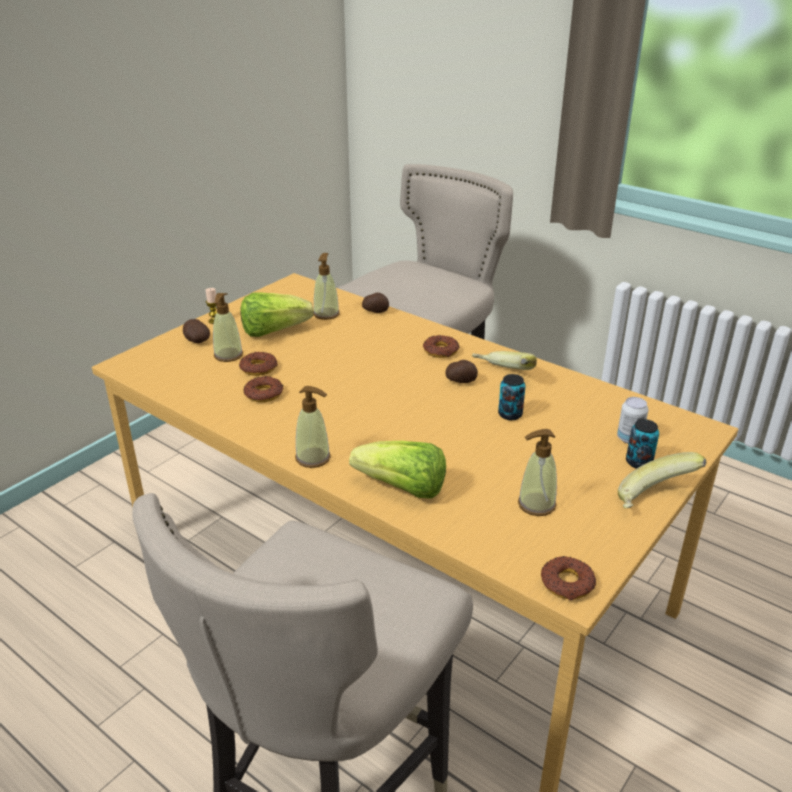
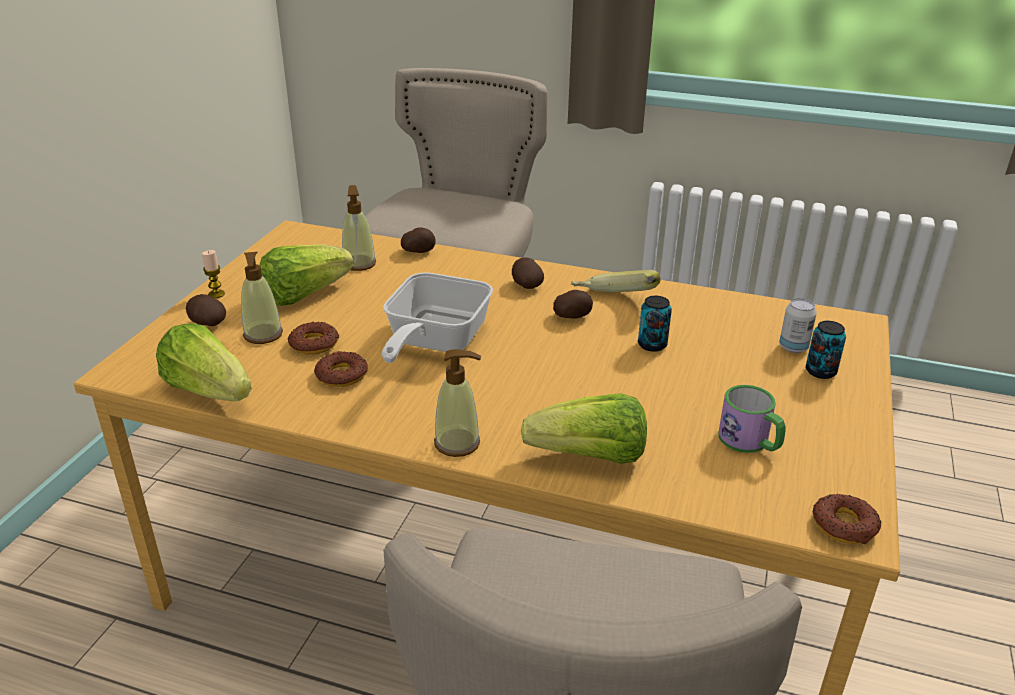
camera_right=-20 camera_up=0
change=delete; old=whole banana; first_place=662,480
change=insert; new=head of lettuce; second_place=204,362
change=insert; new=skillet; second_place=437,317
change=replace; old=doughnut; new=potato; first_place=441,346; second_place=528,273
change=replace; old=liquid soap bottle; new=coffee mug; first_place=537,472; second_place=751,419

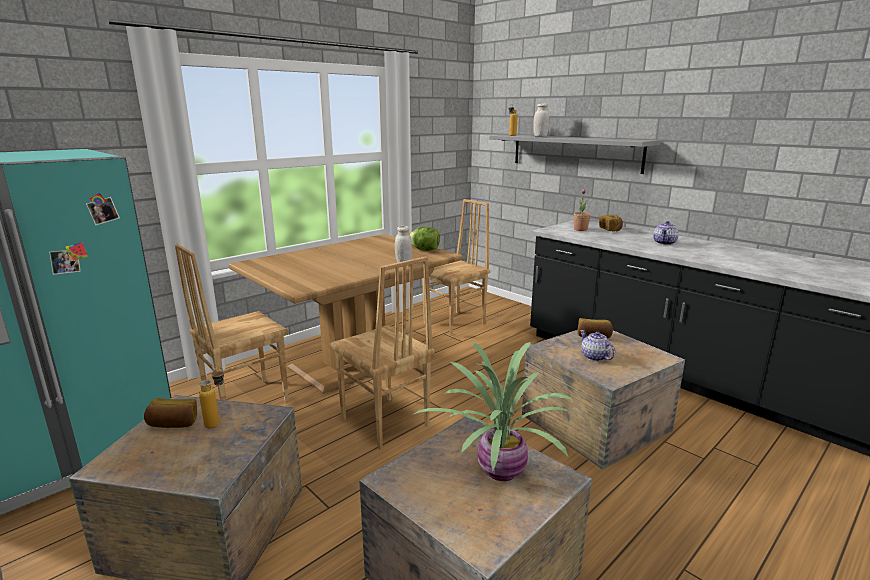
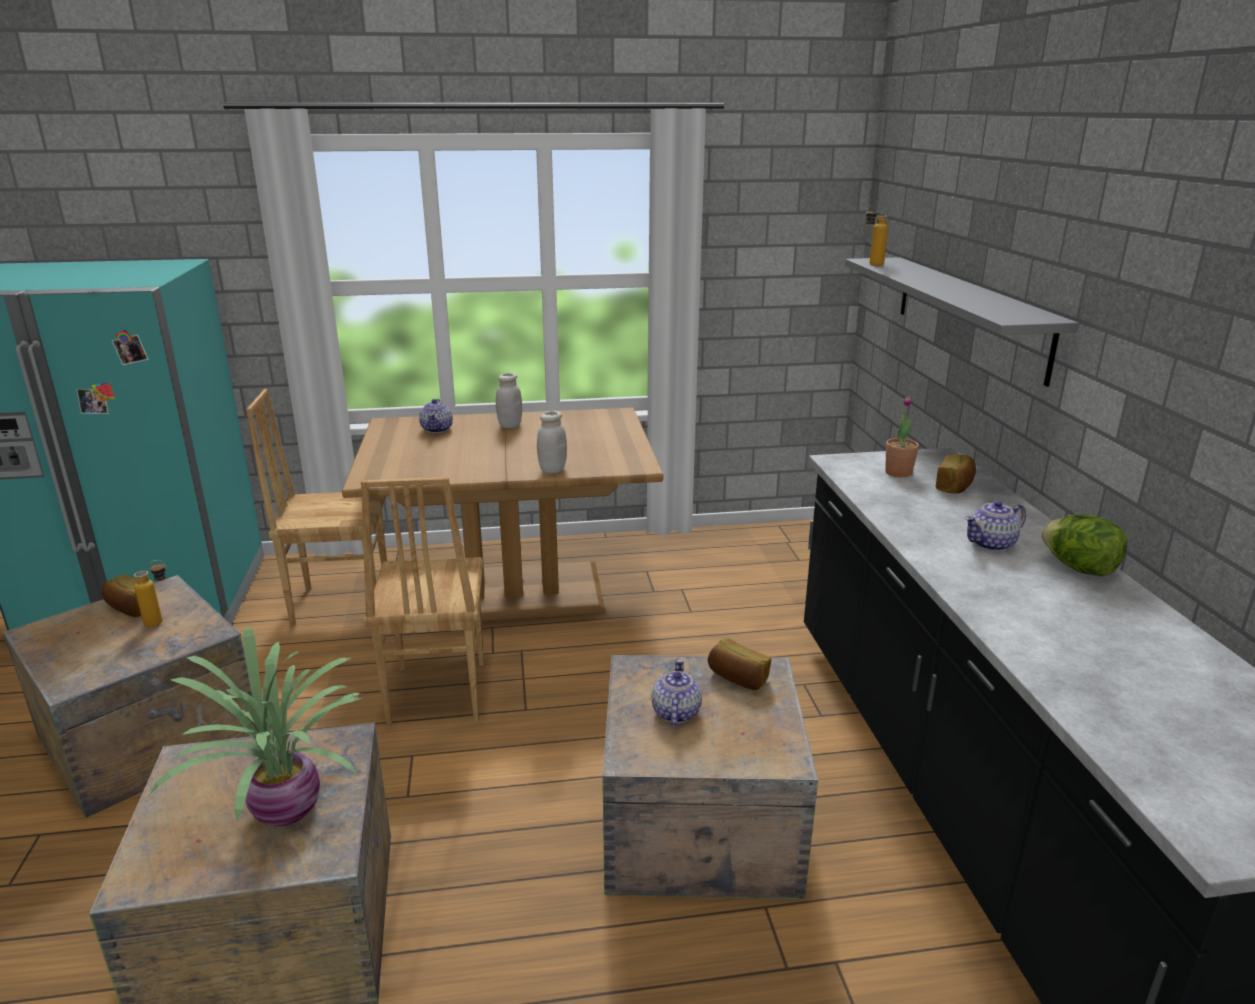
camera_right=35 camera_up=5
change=delete; old=plain chair in brown-coloured; first_place=456,267
change=insert; new=teapot; second_place=436,416
change=move; old=head of lettuce; first_place=424,239; second_place=1084,545
change=move; old=preserve jar in white-coloured; first_place=541,120; second_place=509,400

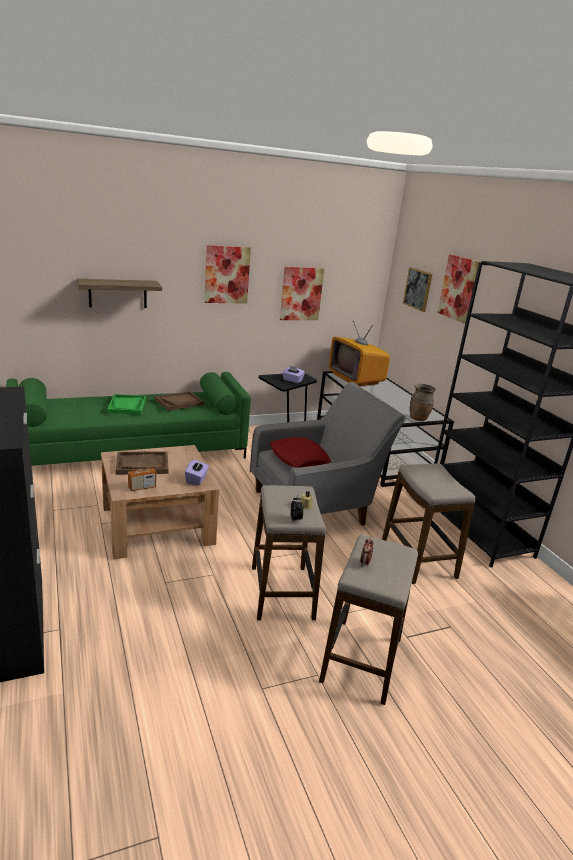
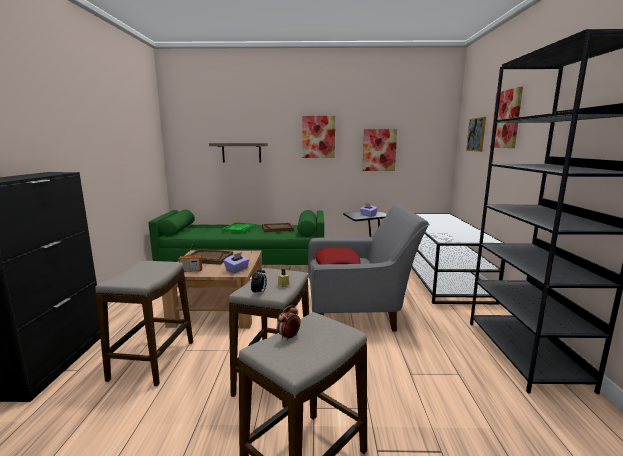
camera_right=25 camera_up=-10
change=delete; old=TV set; first_place=359,353
change=delete; old=flower vase in brown-coloured; first_place=422,402
change=move; old=sitting stool; first_place=429,524; second_place=144,323

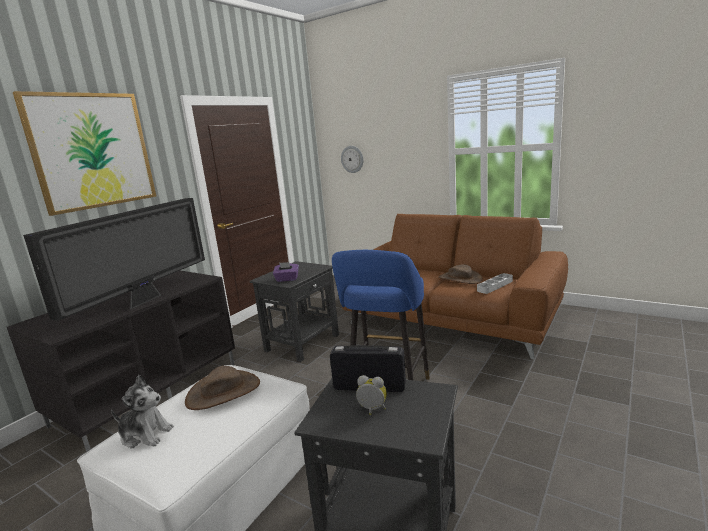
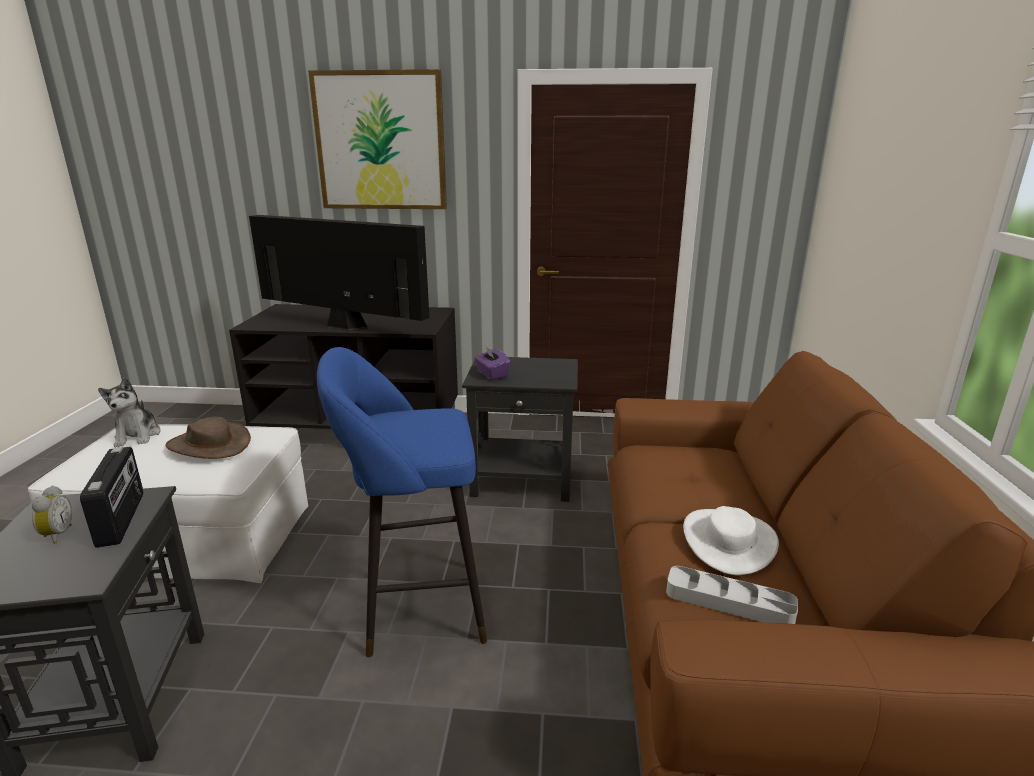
camera_right=60 camera_up=5
change=delete; old=clock on the wall; first_place=352,159
change=recolor; old=wearable hat in brown-coloured; new=wearable hat in white-coloured; first_place=460,274; second_place=731,540
change=rotate; old=TV set; first_place=114,259; second_place=339,272; degrees=-150

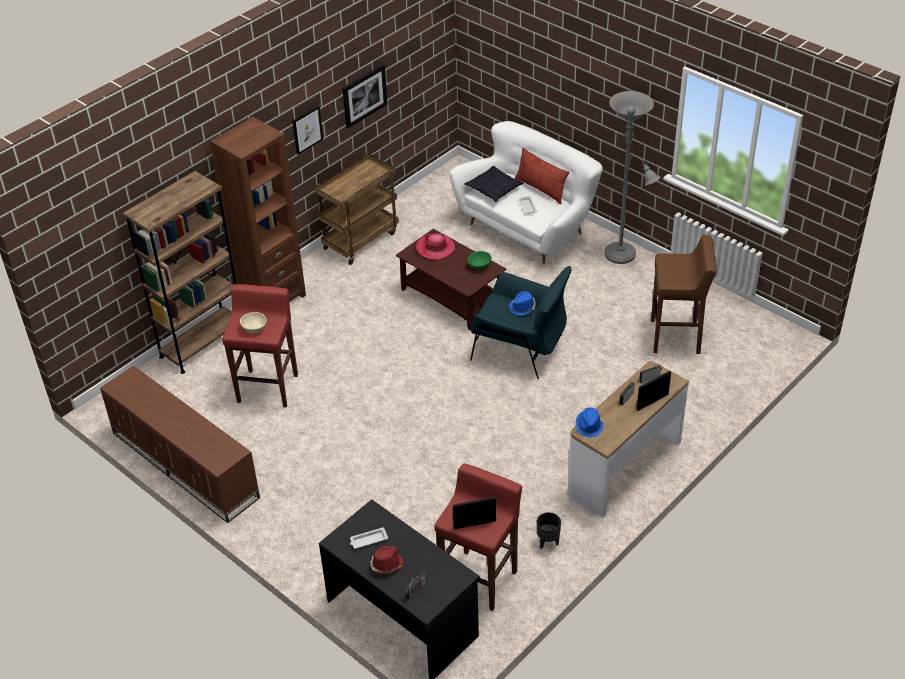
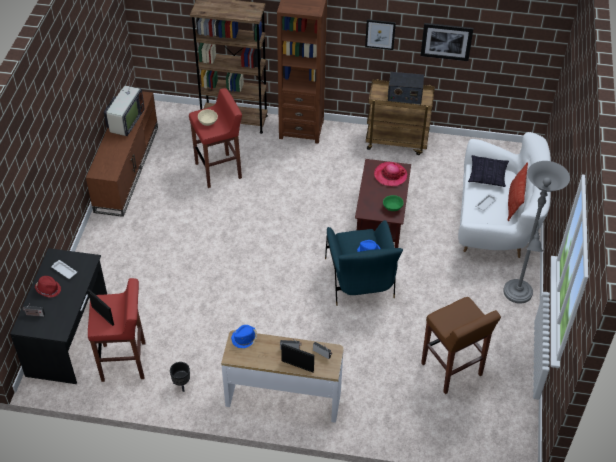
camera_right=55 camera_up=5
change=insert; new=TV set; second_place=124,104
change=insert; new=radio; second_place=406,88

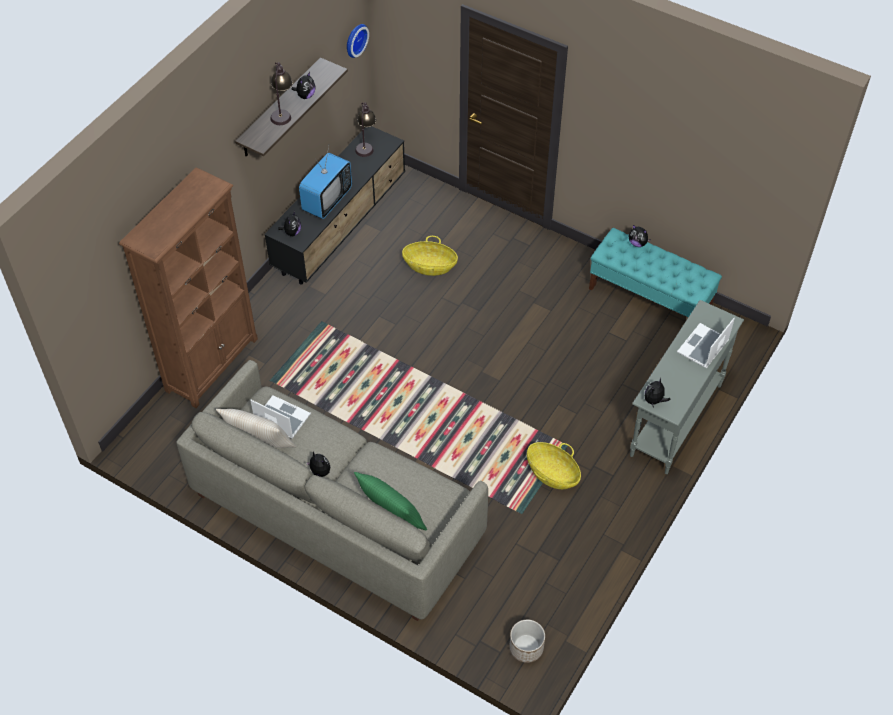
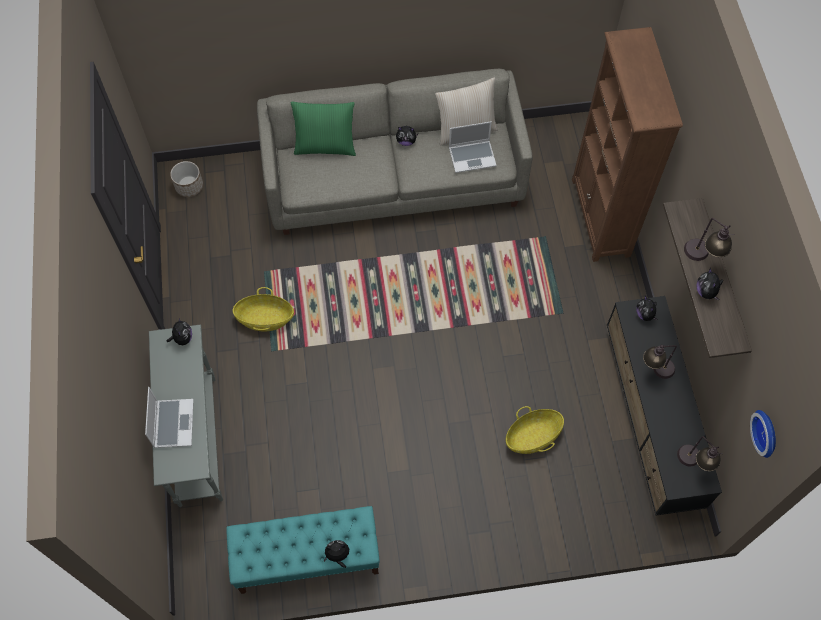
camera_right=140 camera_up=10
change=replace; old=TV set; new=table lamp; first_place=325,181; second_place=660,362

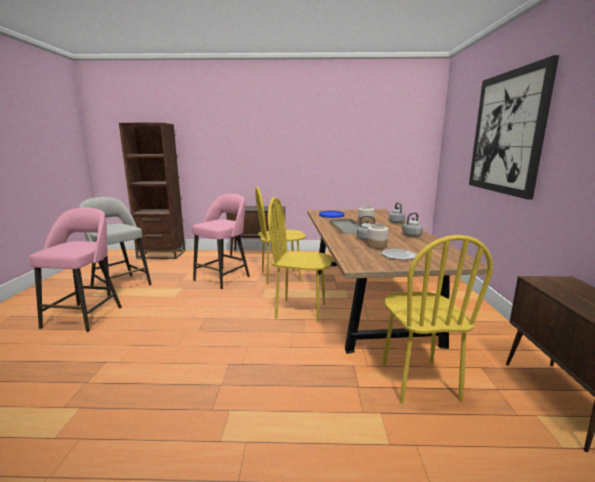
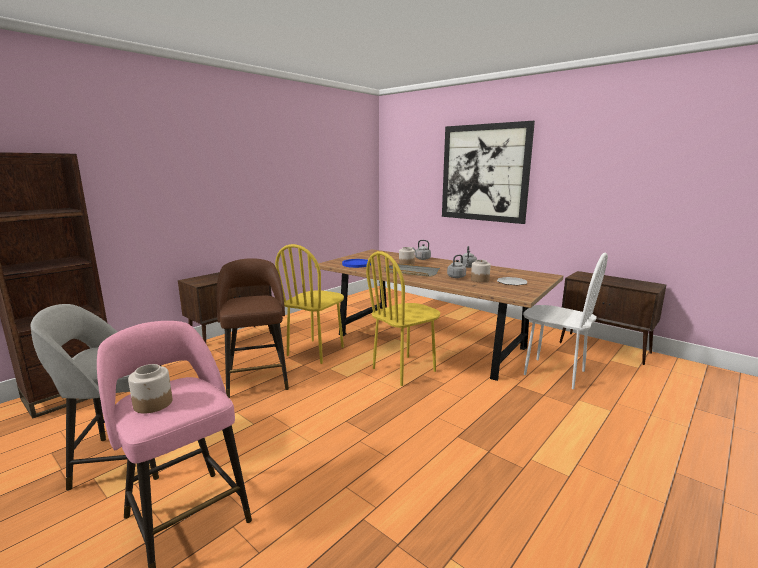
camera_right=-50 camera_up=0
change=insert; new=preserve jar; second_place=150,389
change=recolor; old=sitting stool in pink-coloured; new=sitting stool in brown-coloured; first_place=221,241; second_place=253,328
change=recolor; old=plain chair in yellow; new=plain chair in white-coloured; first_place=438,319; second_place=565,321

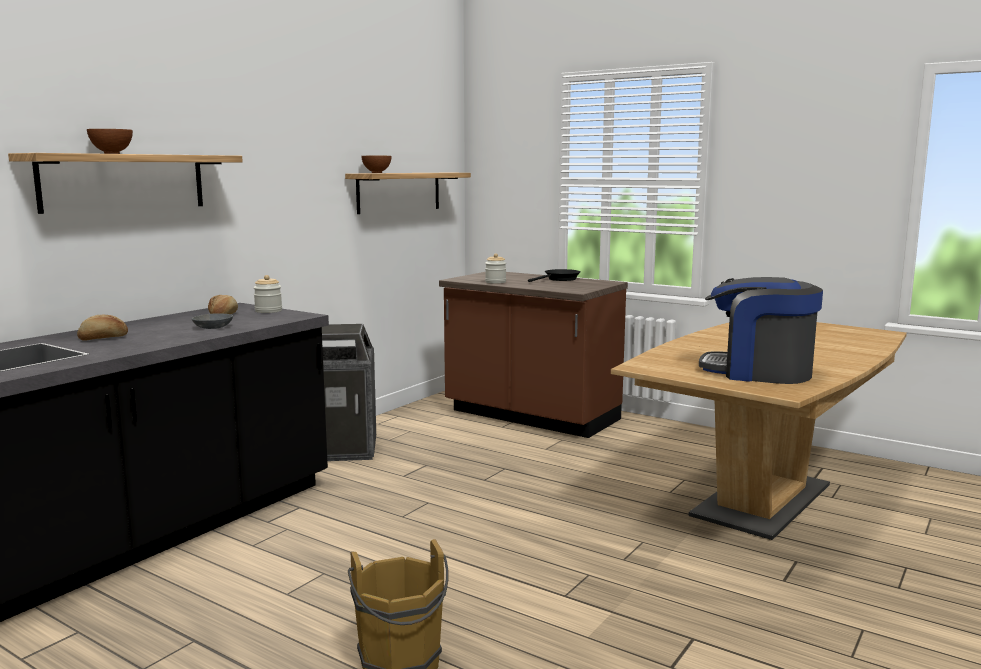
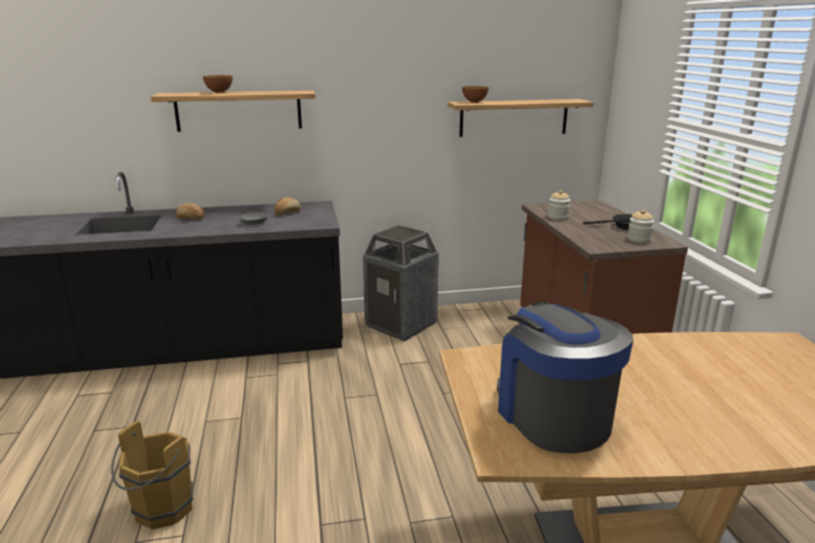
camera_right=45 camera_up=10
change=move; old=preserve jar; first_place=267,294; second_place=640,226

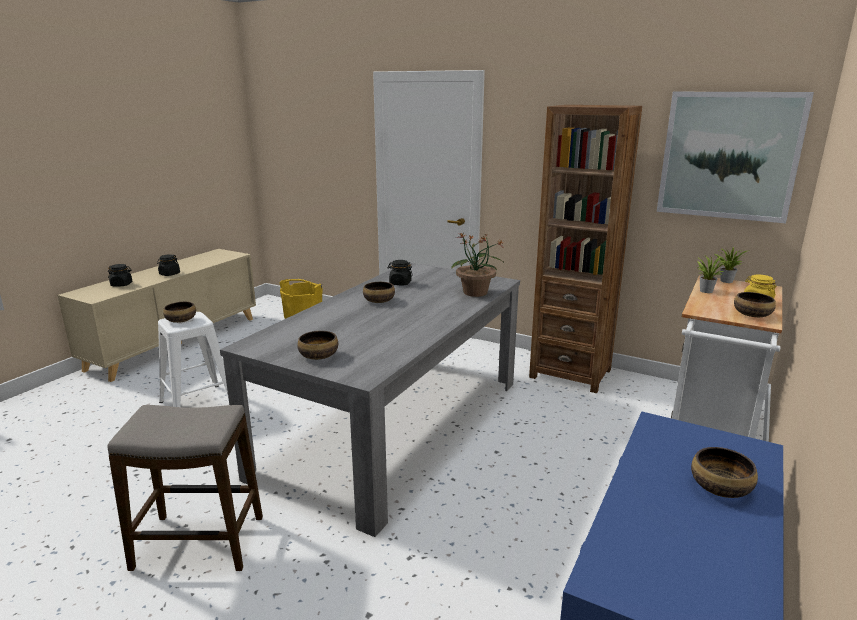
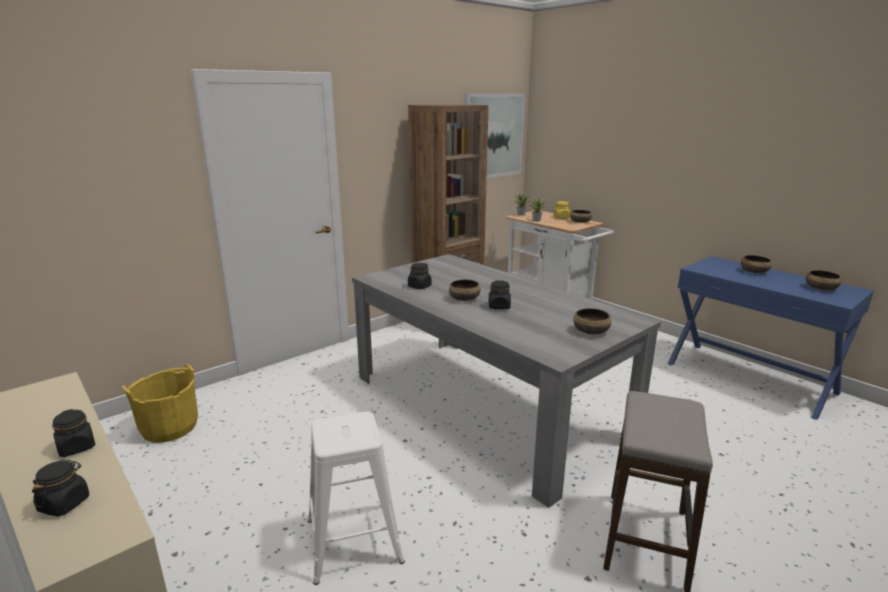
camera_right=-70 camera_up=0
change=delete; old=plant in a pot; first_place=477,265
change=insert; new=preserve jar in blackish; second_place=500,295
change=move; old=serving bowl; first_place=179,312; second_place=824,280

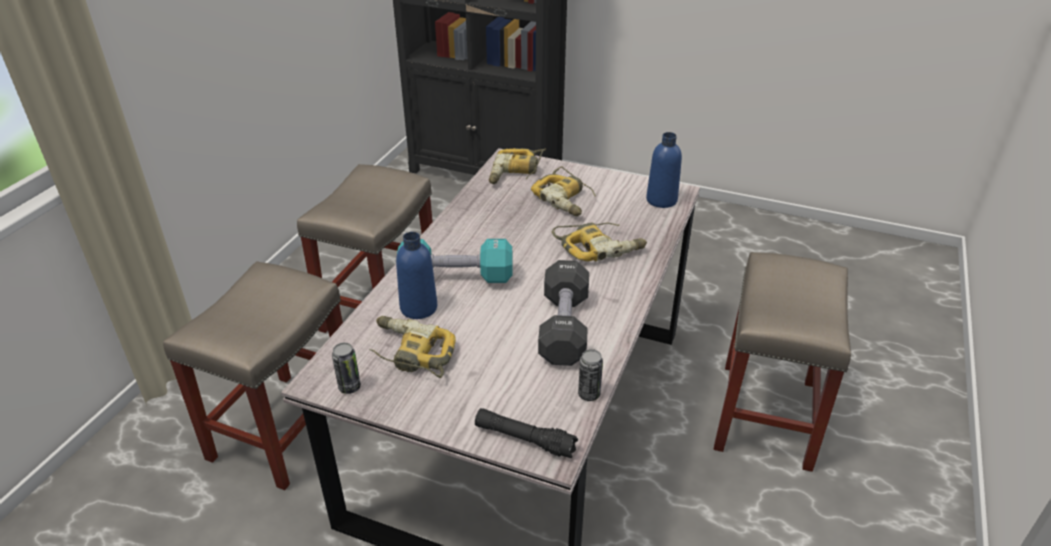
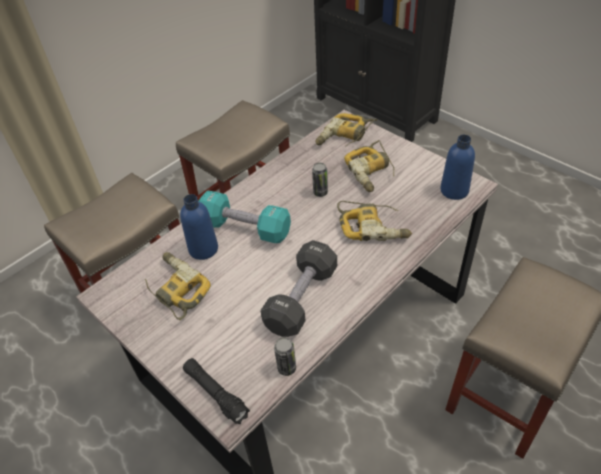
camera_right=25 camera_up=10
change=move; old=metal can; first_place=346,368; second_place=320,180

